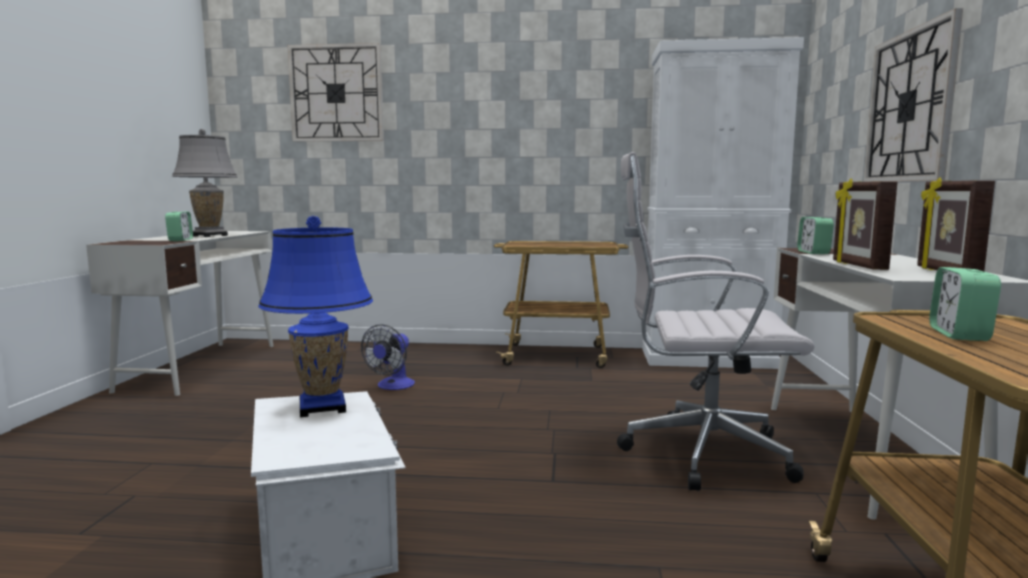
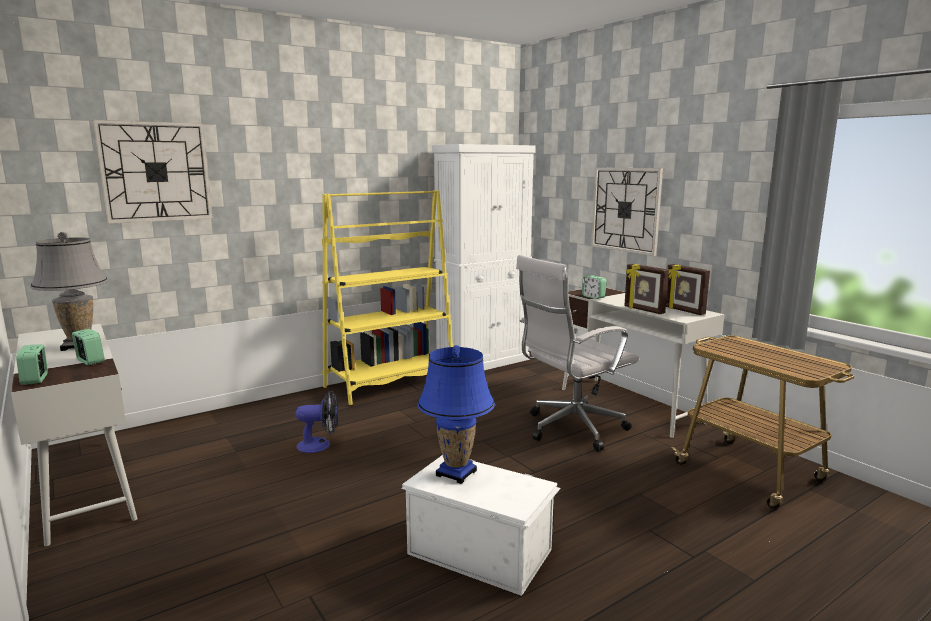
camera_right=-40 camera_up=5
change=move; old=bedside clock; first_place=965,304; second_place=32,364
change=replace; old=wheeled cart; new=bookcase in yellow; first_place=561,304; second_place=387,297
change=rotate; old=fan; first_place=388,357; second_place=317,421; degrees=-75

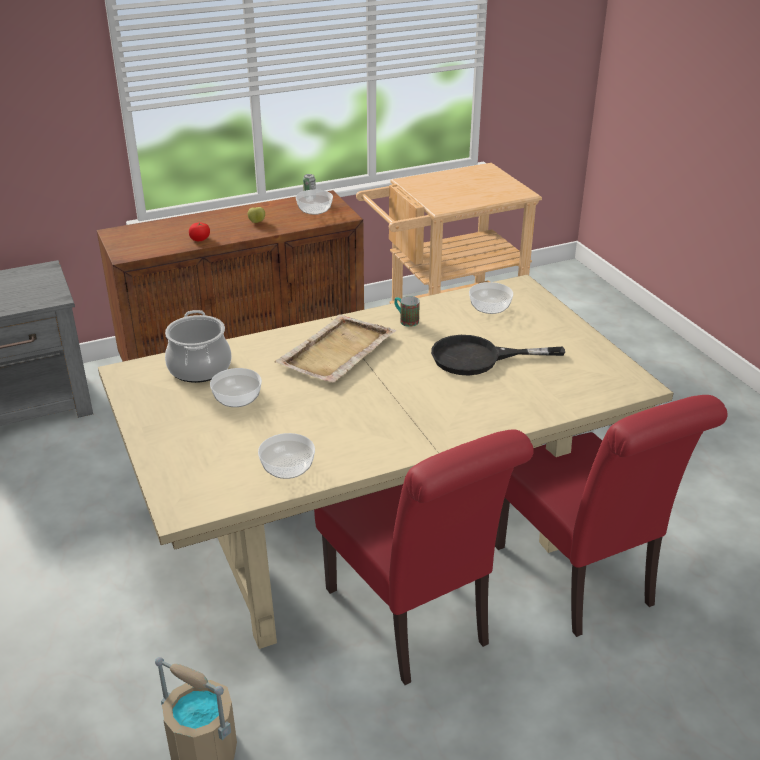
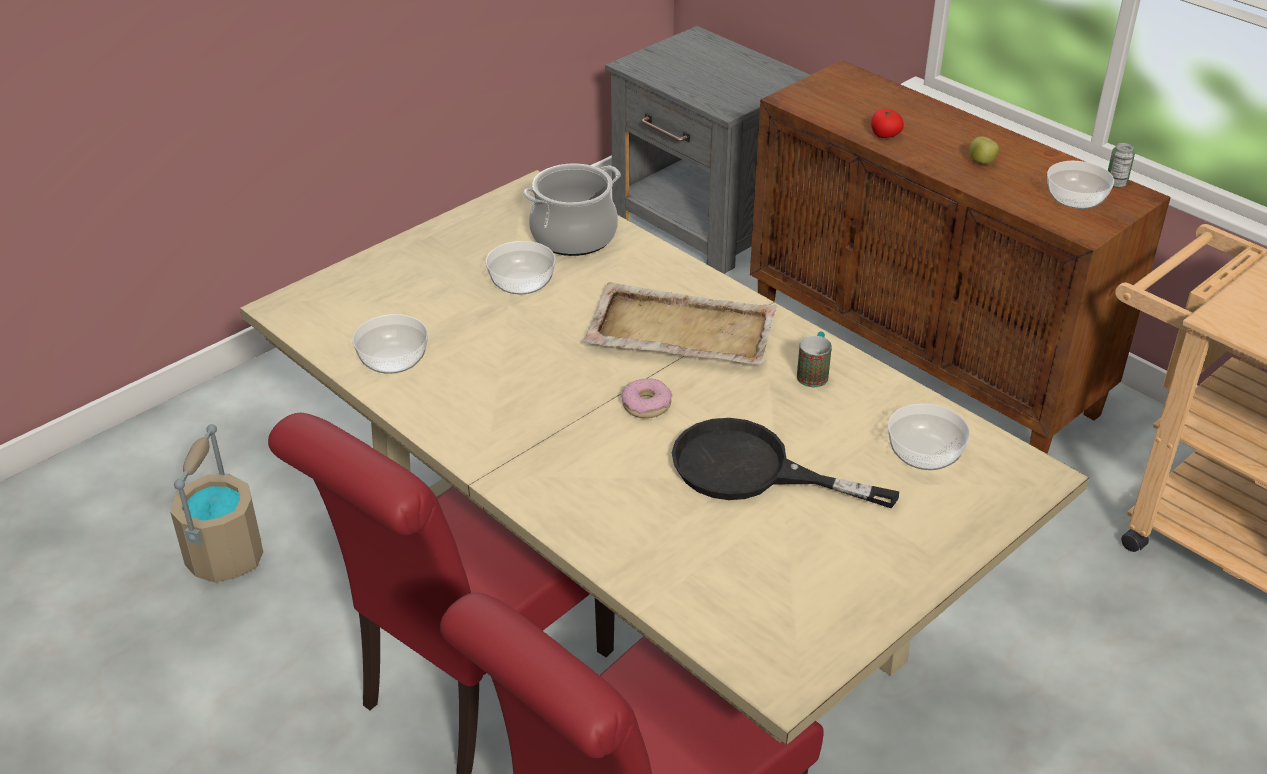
camera_right=70 camera_up=5
change=insert; new=doughnut; second_place=646,398
change=rotate; old=skillet in blackish; first_place=498,355; second_place=785,463; degrees=-45

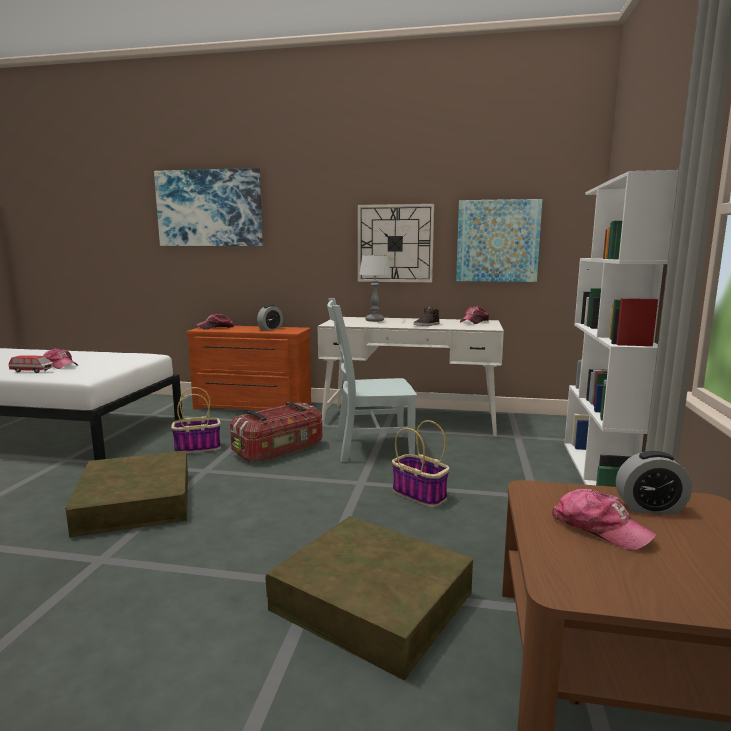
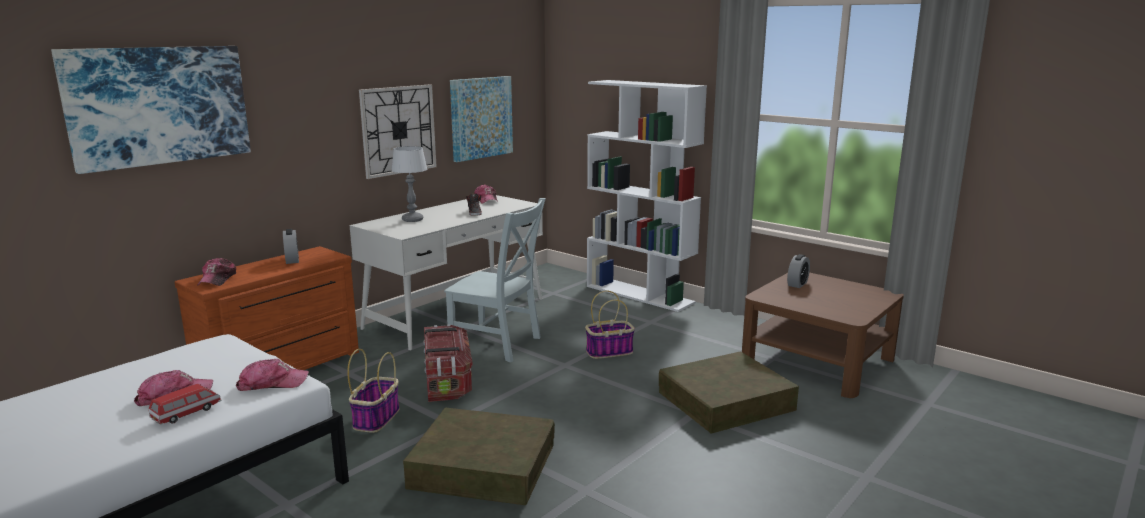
camera_right=-60 camera_up=5
change=move; old=cap; first_place=604,519; second_place=272,375
change=rotate; old=plain chair in gray; first_place=372,380; second_place=495,280; degrees=-90

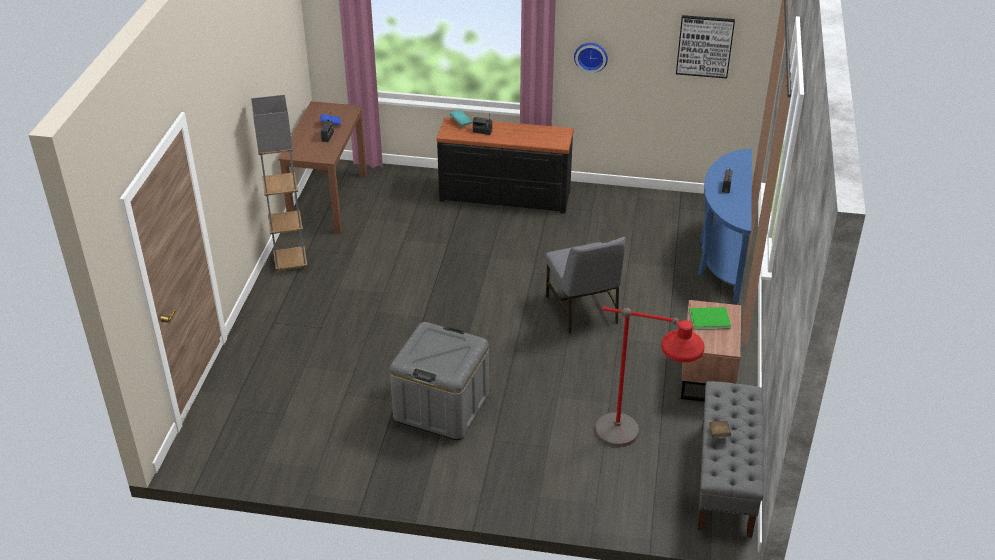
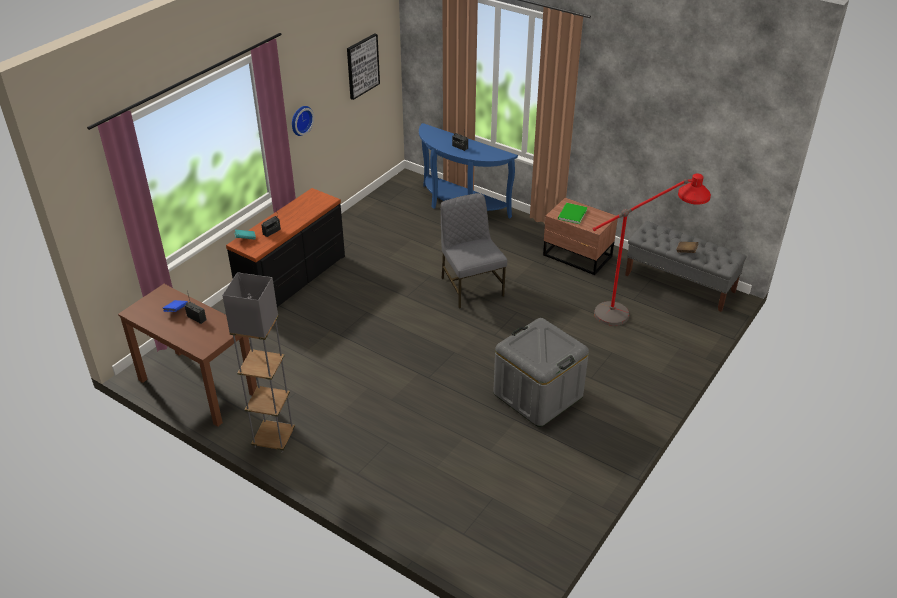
camera_right=-65 camera_up=0
change=rotate; old=plain chair in gray; first_place=585,285; second_place=474,251; degrees=-120

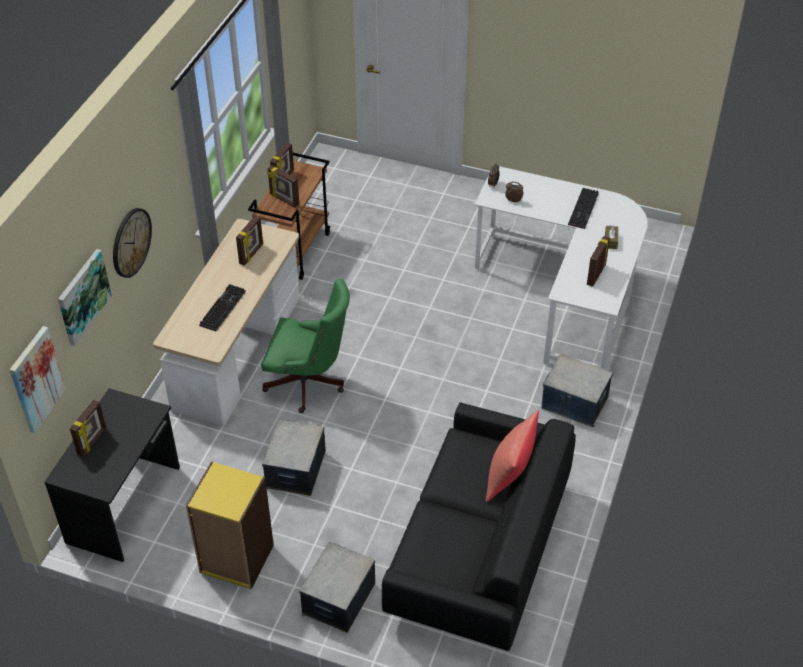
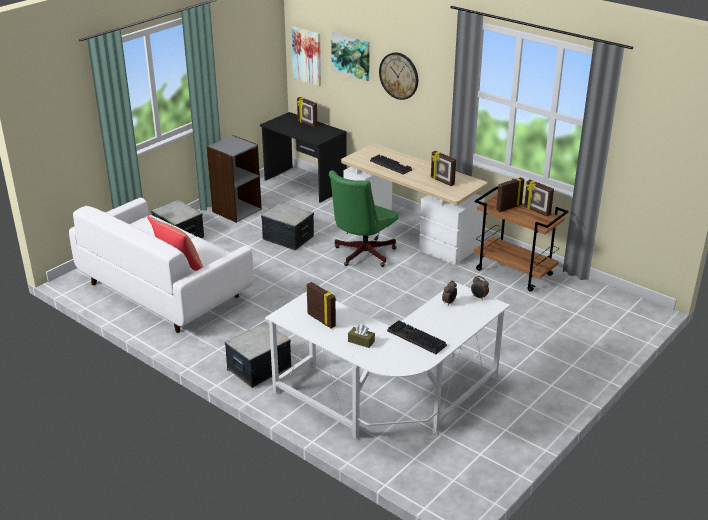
camera_right=110 camera_up=-15
change=recolor; old=bookcase in yellow; new=bookcase in gray; first_place=230,525; second_place=234,179
change=recolor; old=couch in blackish; new=couch in white-coloured; first_place=479,526; second_place=161,265

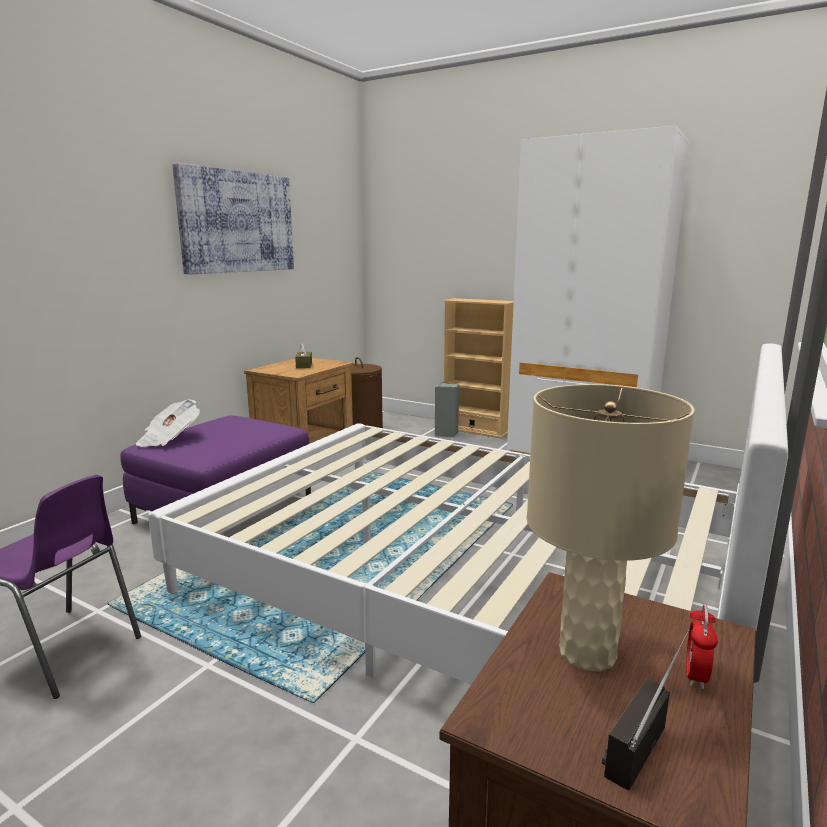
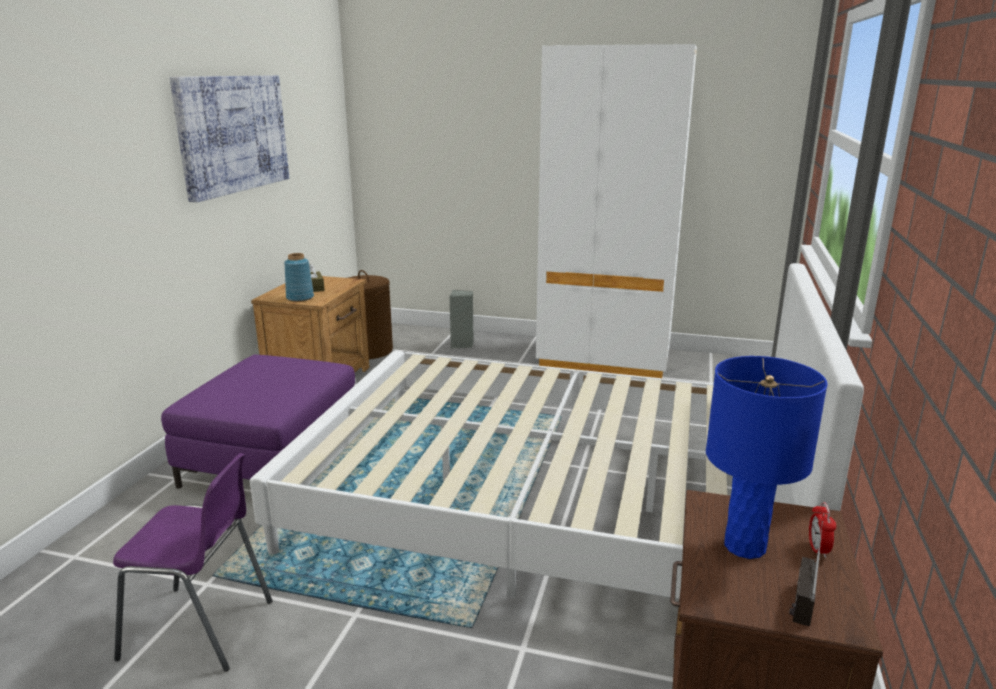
camera_right=-15 camera_up=5
change=delete; old=printed paper; first_place=168,423
change=delete; old=bookcase in beige-coloured; first_place=478,368
change=insert; new=flower vase in blue-coloured; second_place=299,277
change=recolor; old=table lamp in beige-coloured; new=table lamp in blue-coloured; first_place=610,528; second_place=767,457

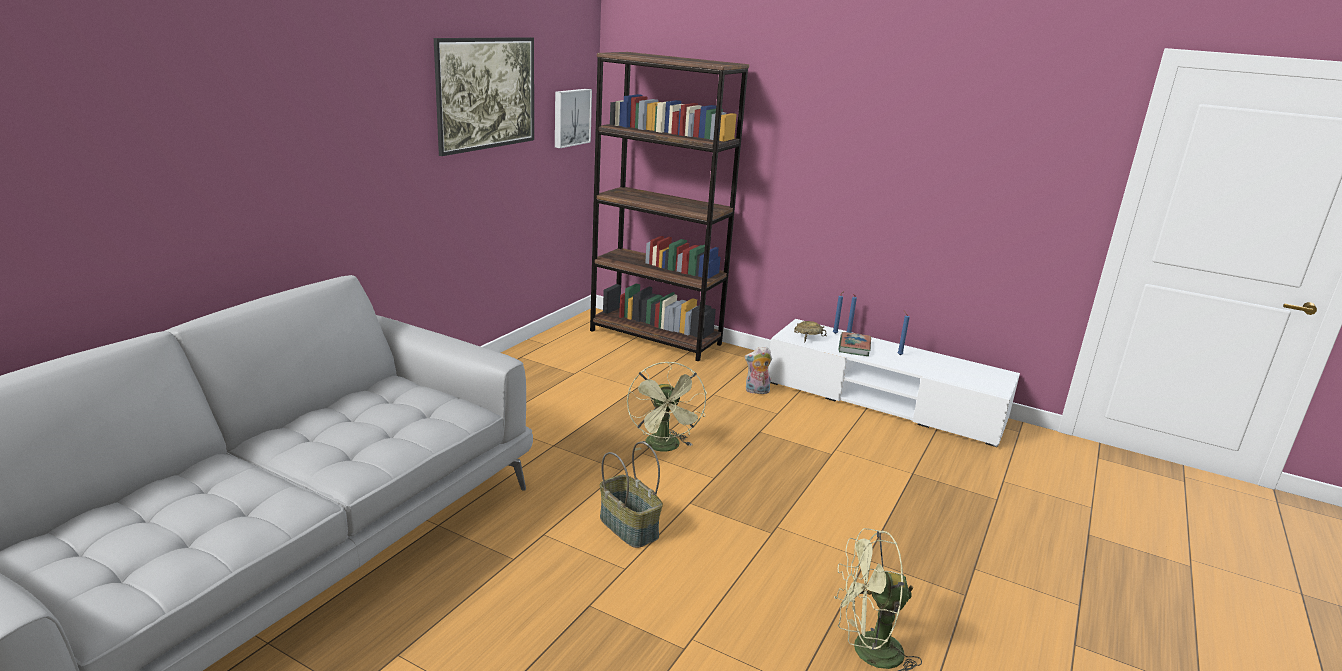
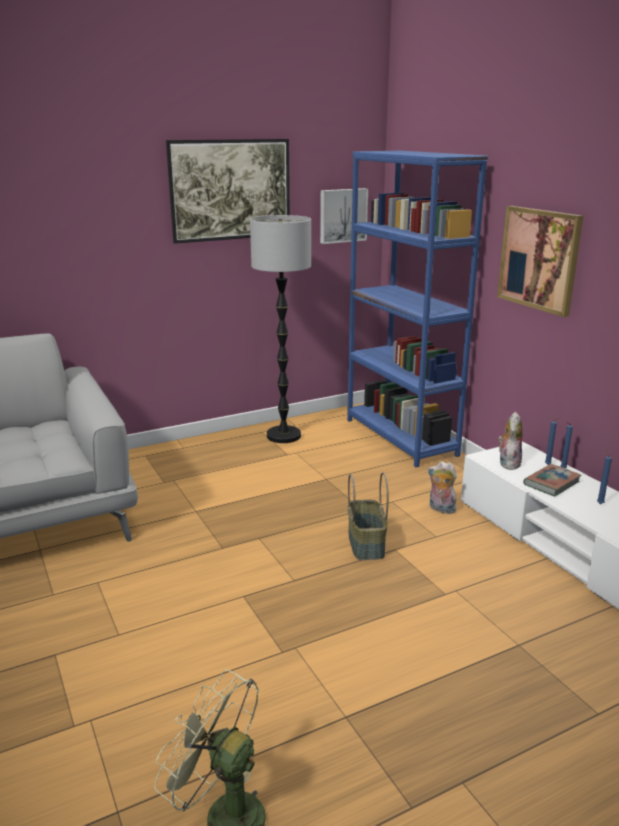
camera_right=35 camera_up=0
change=delete; old=fan in green-coloured; first_place=667,406
change=insert; new=standard lamp; second_place=280,329
change=insert; new=picture; second_place=540,261
change=move; old=storage basket; first_place=631,495; second_place=368,516
change=replace; old=serving bowl in beige-coloured; new=plush toy; first_place=810,332; second_place=510,441
change=recolor; old=bookcase in brown-coloured; new=bookcase in blue-coloured; first_place=669,207; second_place=417,309

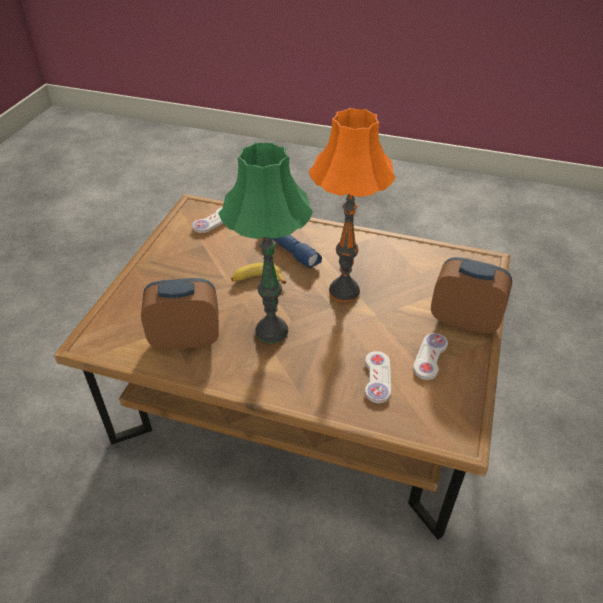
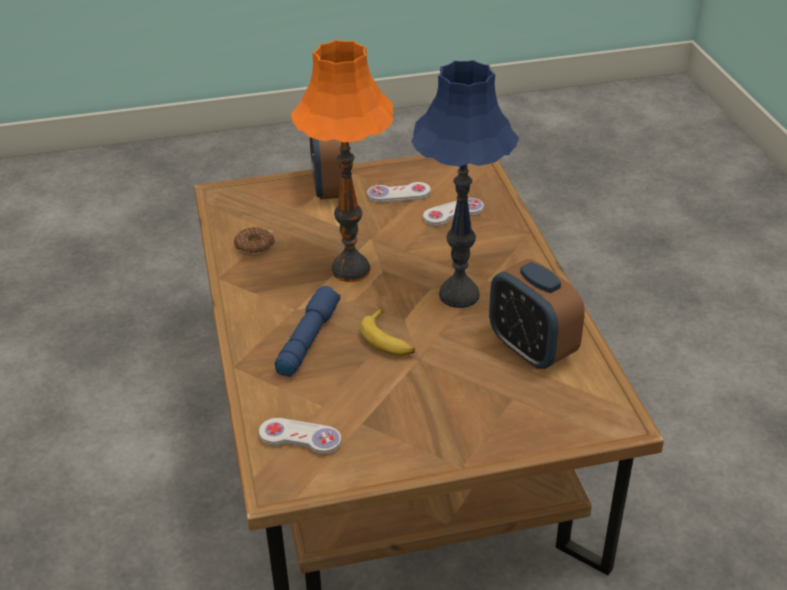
camera_right=-120 camera_up=-5
change=insert; new=doughnut; second_place=254,241
change=recolor; old=table lamp in green-coloured; new=table lamp in blue-coloured; first_place=265,242; second_place=465,184

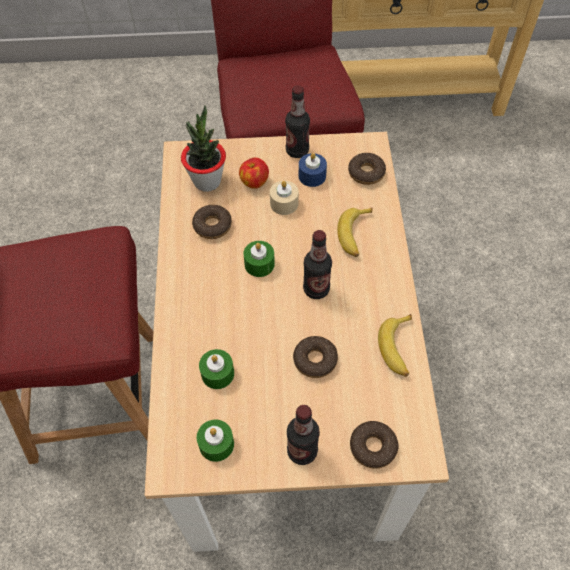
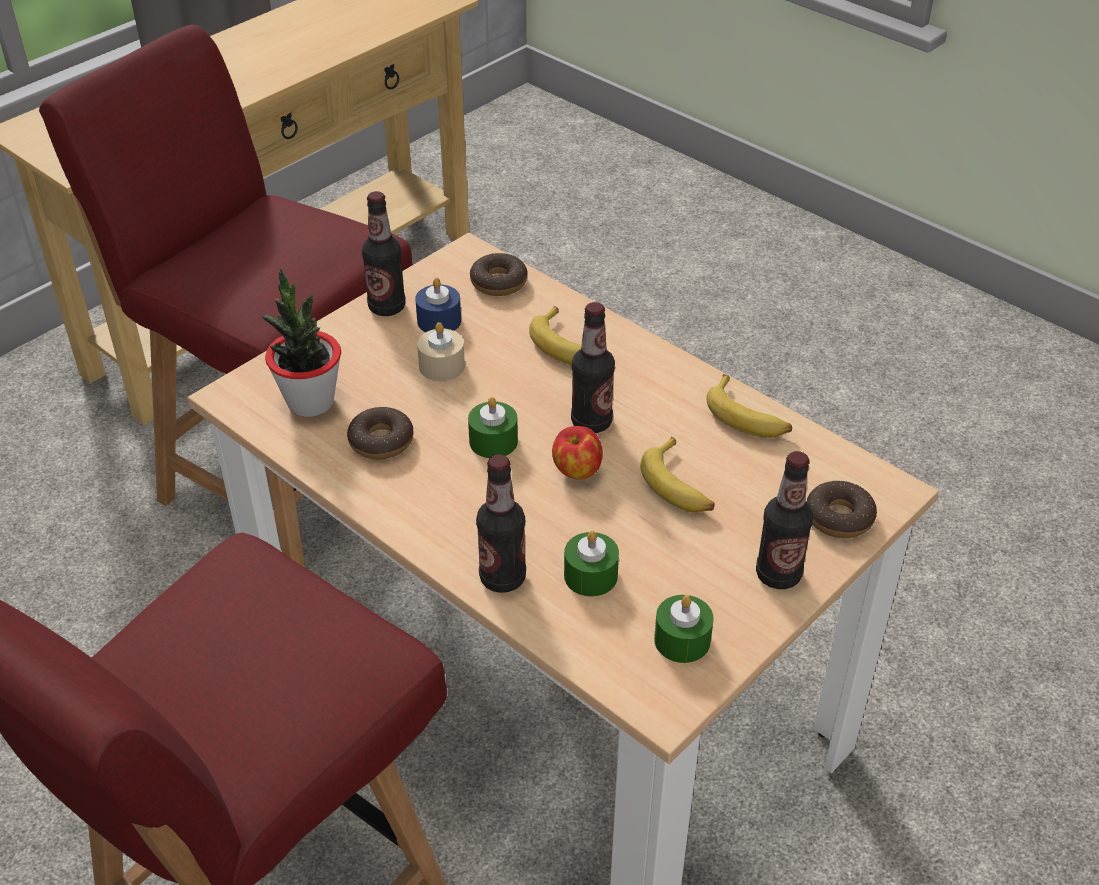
camera_right=-45 camera_up=-15
change=insert; new=beverage bottle; second_place=501,524
change=move; old=apple; first_place=254,173; second_place=577,453
change=replace; old=doughnut; new=whole banana; first_place=315,357; second_place=677,475

